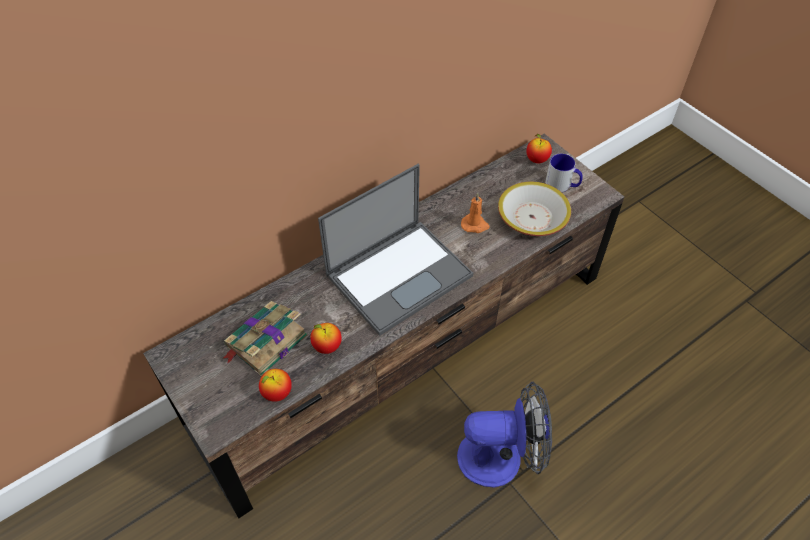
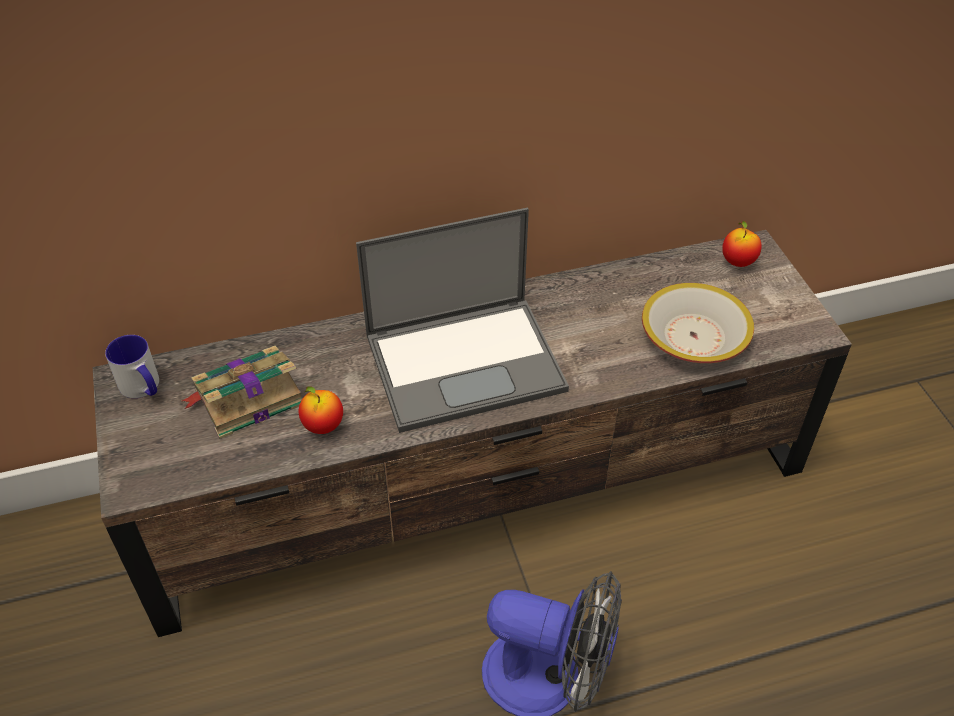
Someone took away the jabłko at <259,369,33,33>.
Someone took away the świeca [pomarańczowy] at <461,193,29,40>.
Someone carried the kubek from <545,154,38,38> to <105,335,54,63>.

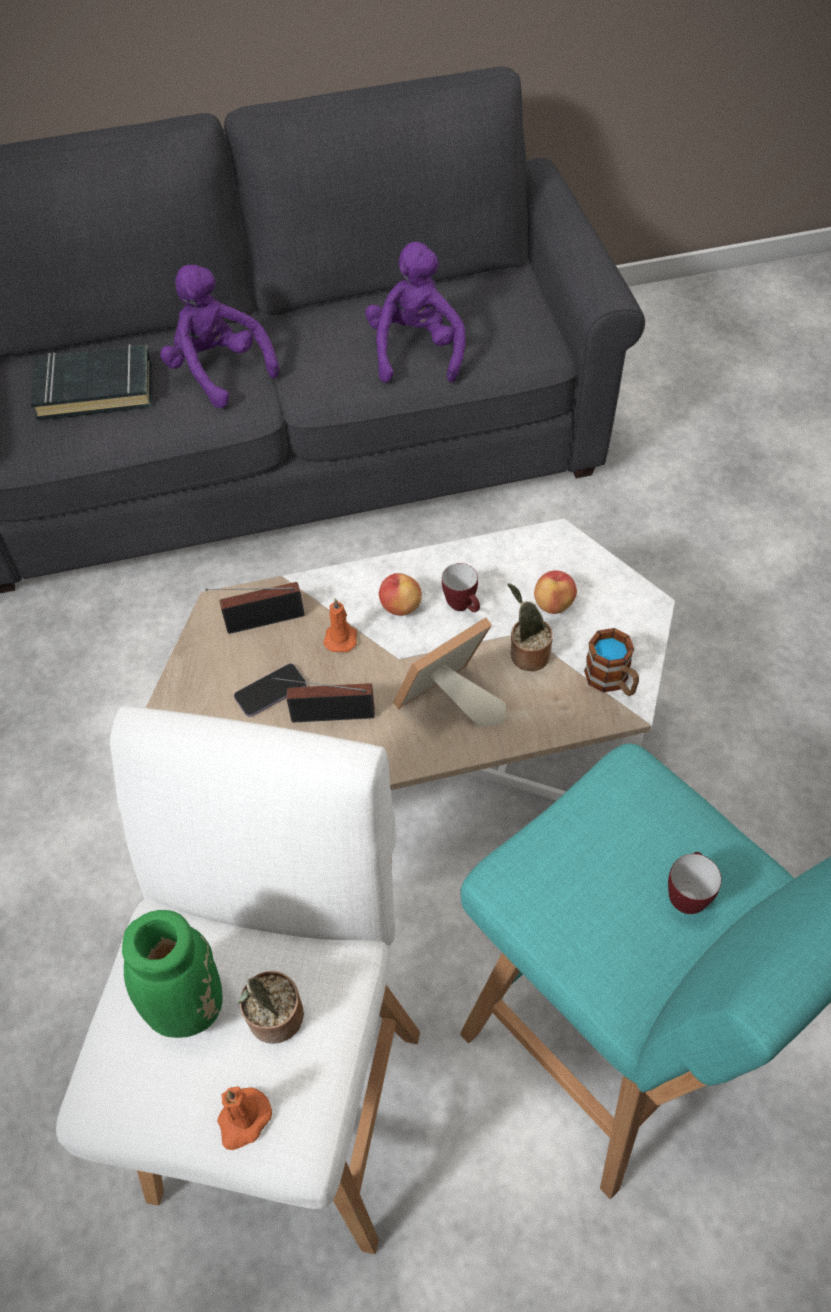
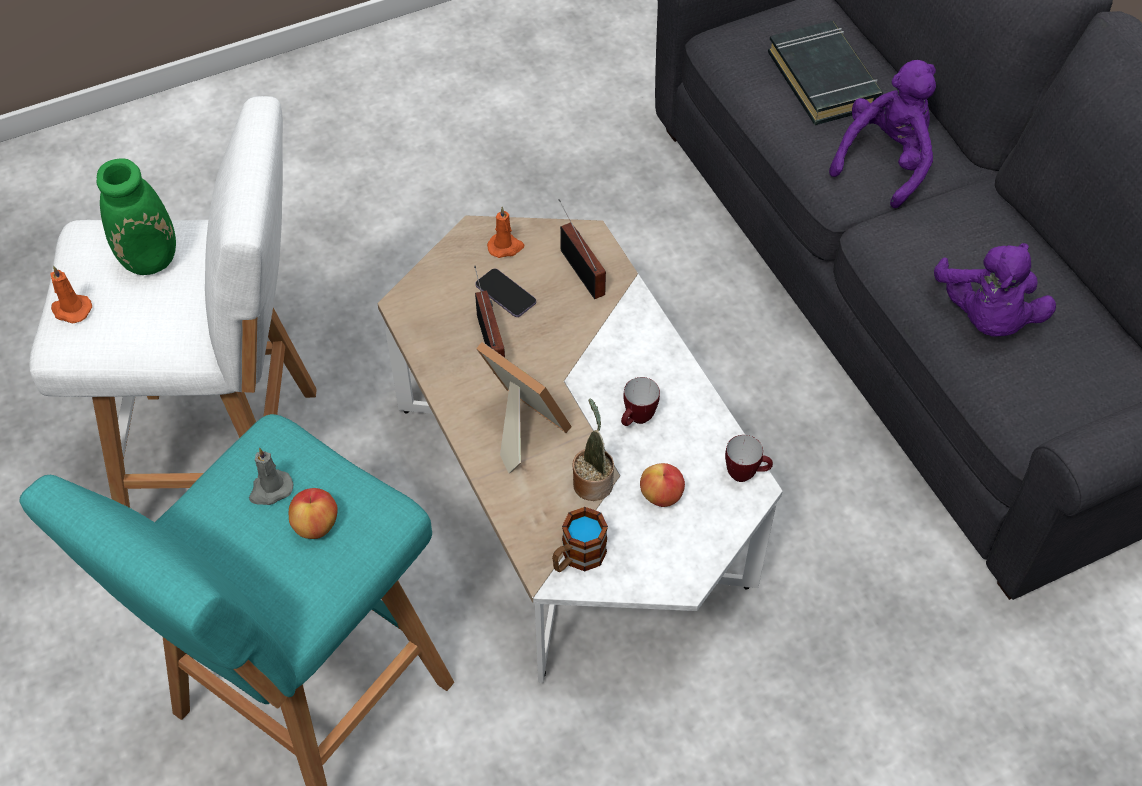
Someone took away the roślina doniczkowa at <237,971,67,72>.
Someone carried the świeca [pomarańczowy] from <323,598,34,54> to <487,206,37,52>.
Someone rotated the pluszak [fioletowy] at <365,242,100,141> by 105 degrees clockwise.
Someone carried the jabłko from <379,573,43,43> to <289,488,49,51>.
Someone carried the kubek from <668,852,54,62> to <725,435,48,47>.
Someone put down the świeca [szary] at <249,448,45,57>.

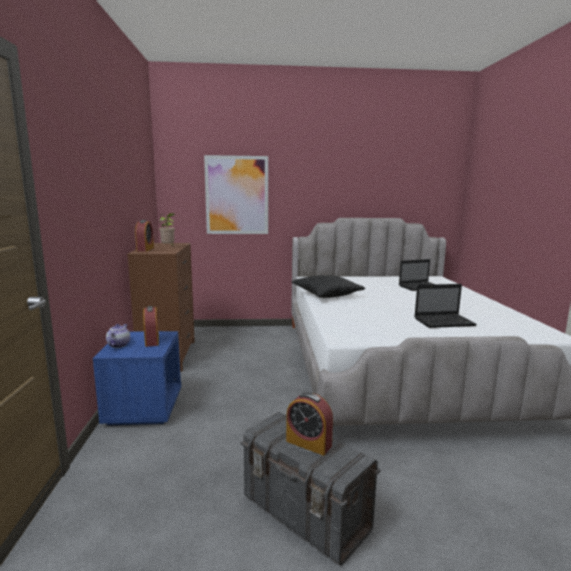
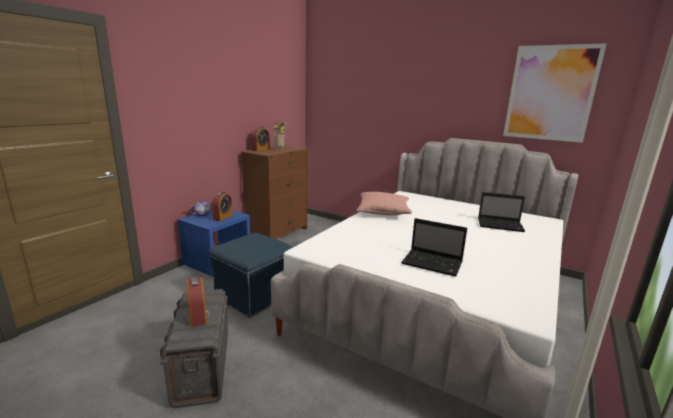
Someone carried the obraz from <204,155,64,79> to <503,43,104,100>.
Someone repainted the poduszka [czarny] at <292,275,73,23>, which became the poduszka [różowy] at <356,192,56,24>.
Someone put down the pufa [niebieski] at <209,233,84,85>.

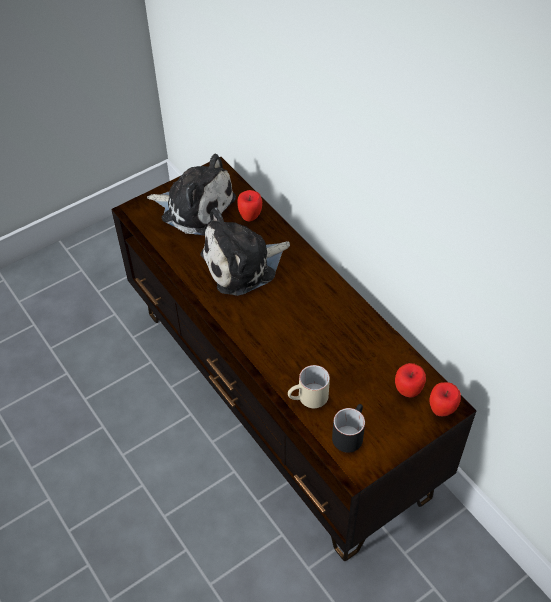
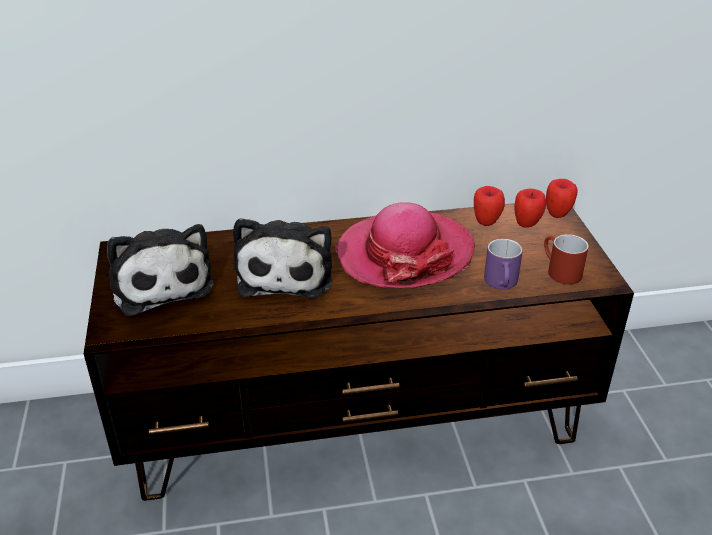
Someone rotated the pluszak at <147,154,89,82> by 105 degrees clockwise.
Someone carried the jabłko from <237,190,25,31> to <474,186,31,40>.
Someone repainted the kubek [beżowy] at <288,365,42,43>, which became the kubek [fioletowy] at <484,239,39,50>.
Someone repainted the kubek [czarny] at <332,404,33,49>, which became the kubek [czerwony] at <544,234,45,51>.
Someone put down the kapelusz at <335,202,140,86>.

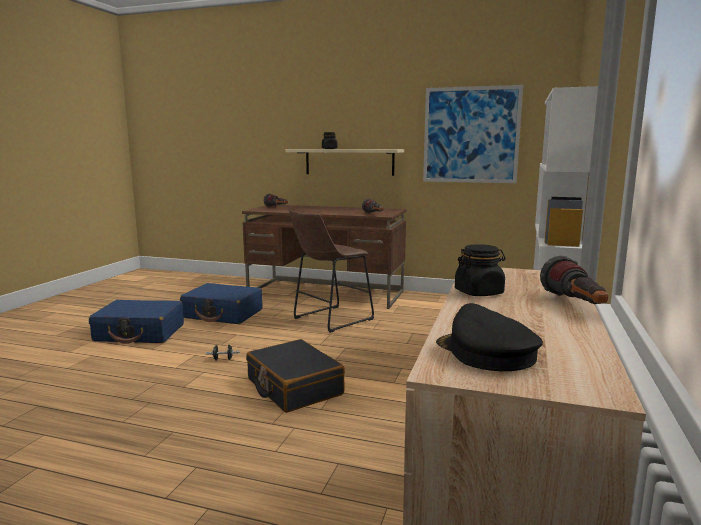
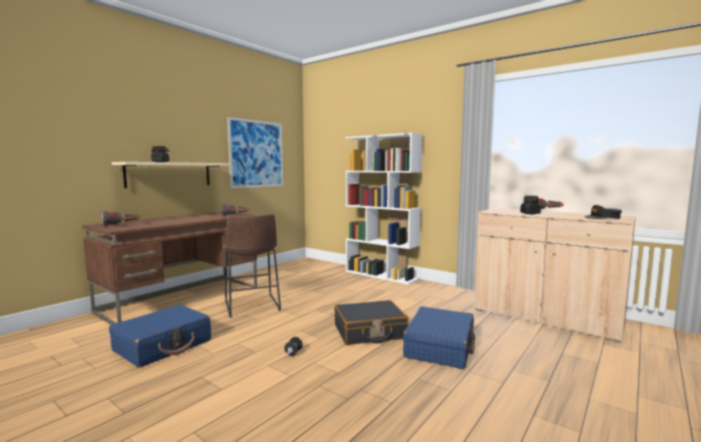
Someone carried the walizka [niebieski] from <89,300,95,44> to <403,306,72,63>.

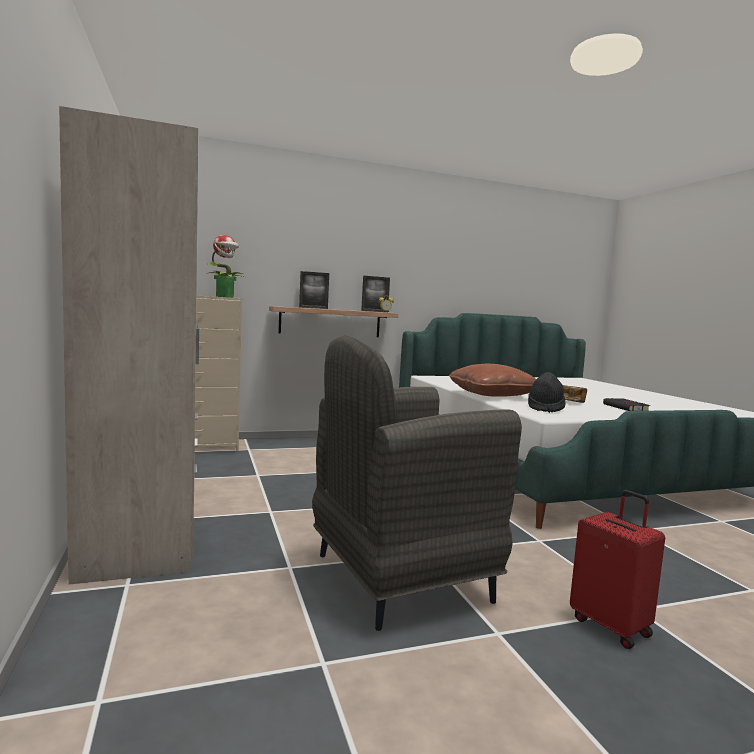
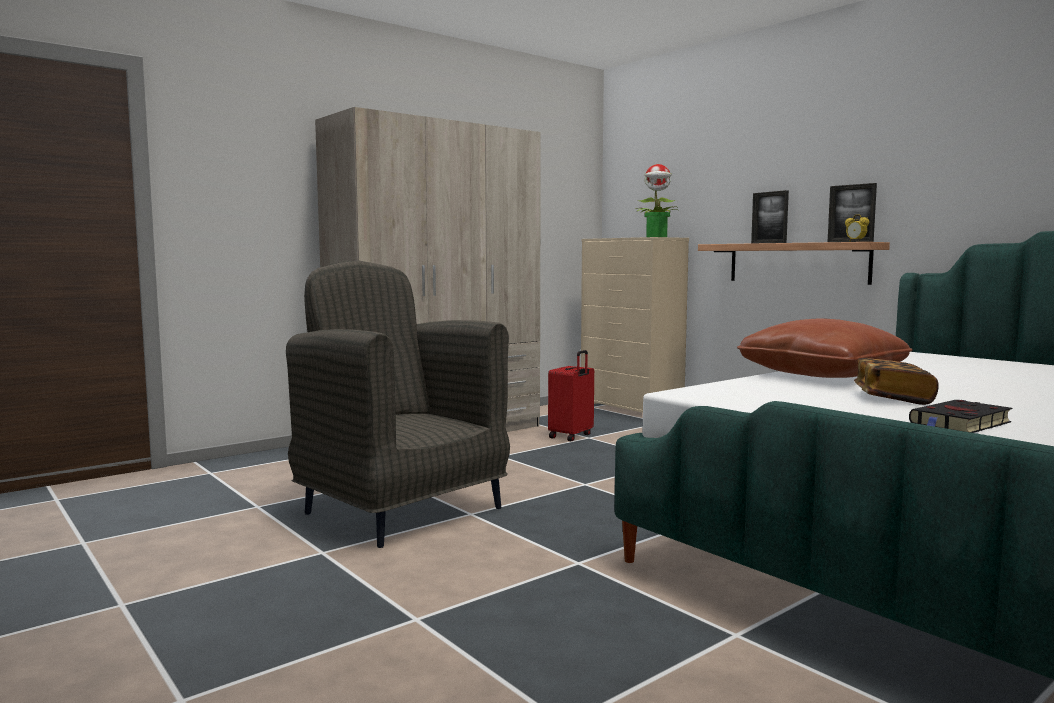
Someone took away the kapelusz [czarny] at <528,372,37,41>.
Someone carried the walizka [czerwony] from <570,490,95,159> to <548,350,46,91>.

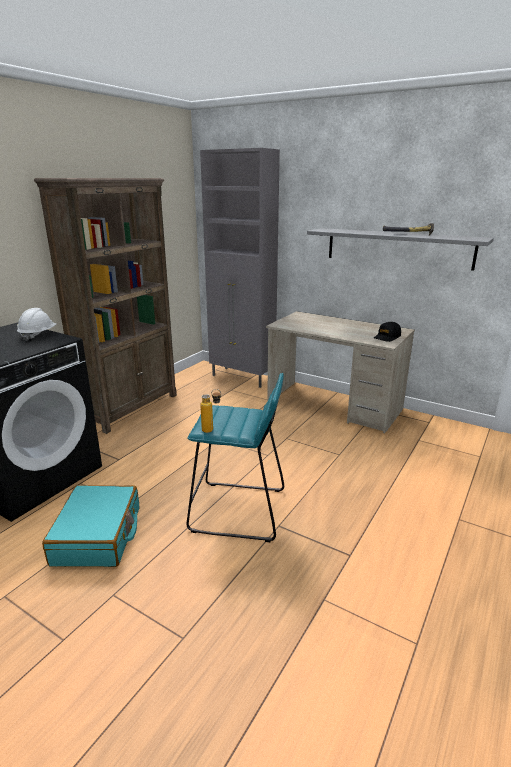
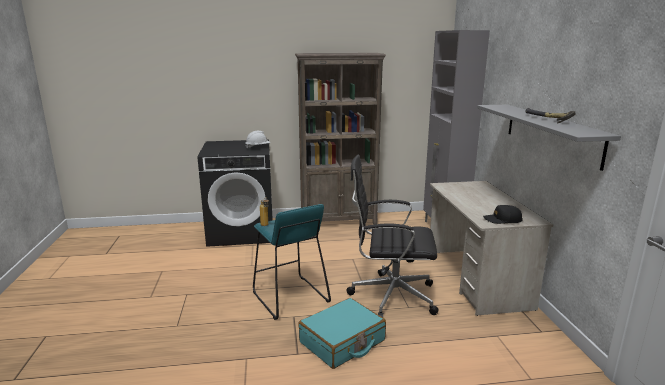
Someone carried the walizka [turkusowy] from <42,485,97,82> to <298,298,88,71>.
Someone put down the krzesło biurowe [czarny] at <346,155,93,162>.

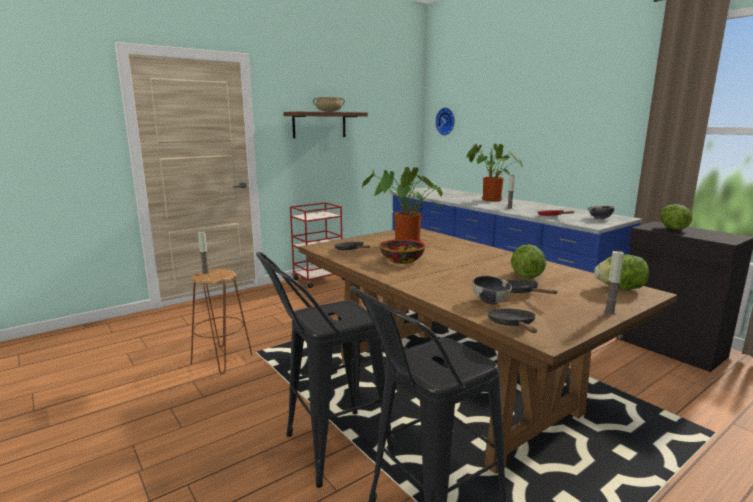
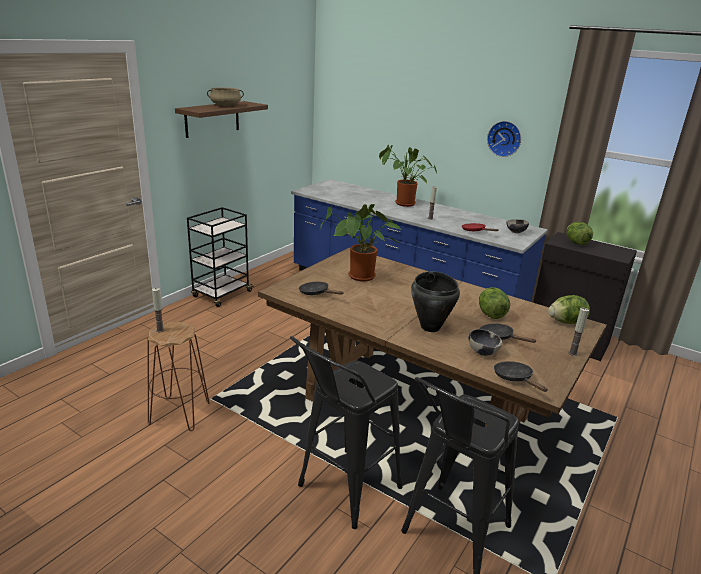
Someone repainted the wózek [czerwony] at <290,202,55,86>, which became the wózek [czarny] at <187,207,67,100>.
Someone took away the miska at <380,239,45,25>.
Someone carried the zegar ścienny from <435,107,20,29> to <487,121,34,36>.
Someone put down the garnek [czarny] at <411,271,49,61>.

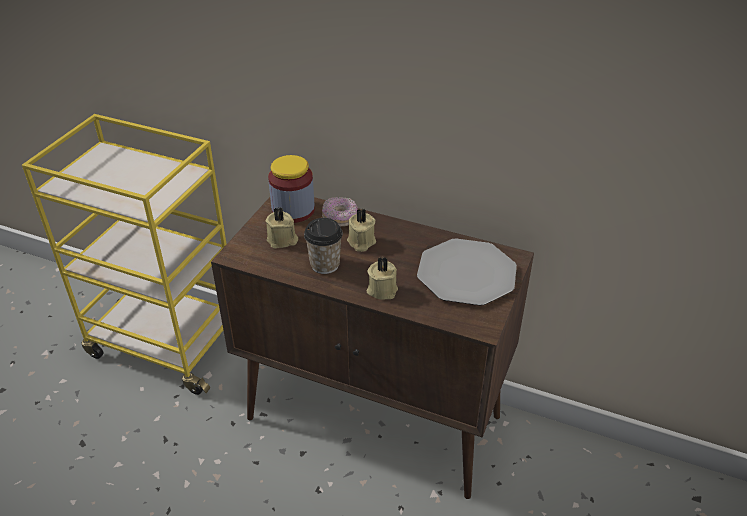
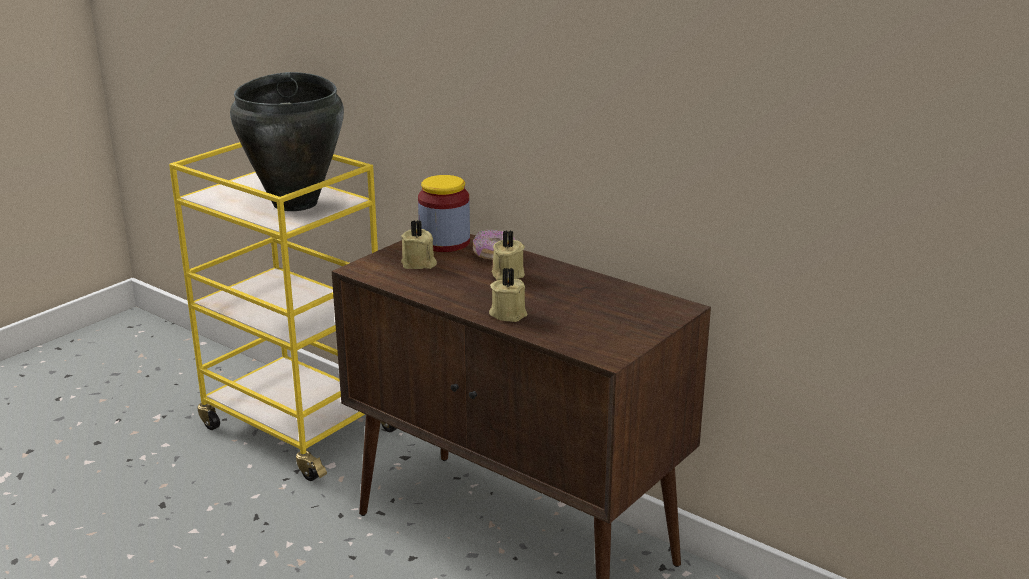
Someone took away the filiżanka at <304,218,39,56>.
Someone took away the talerz at <417,239,100,67>.
Someone put down the garnek [czarny] at <230,72,114,139>.

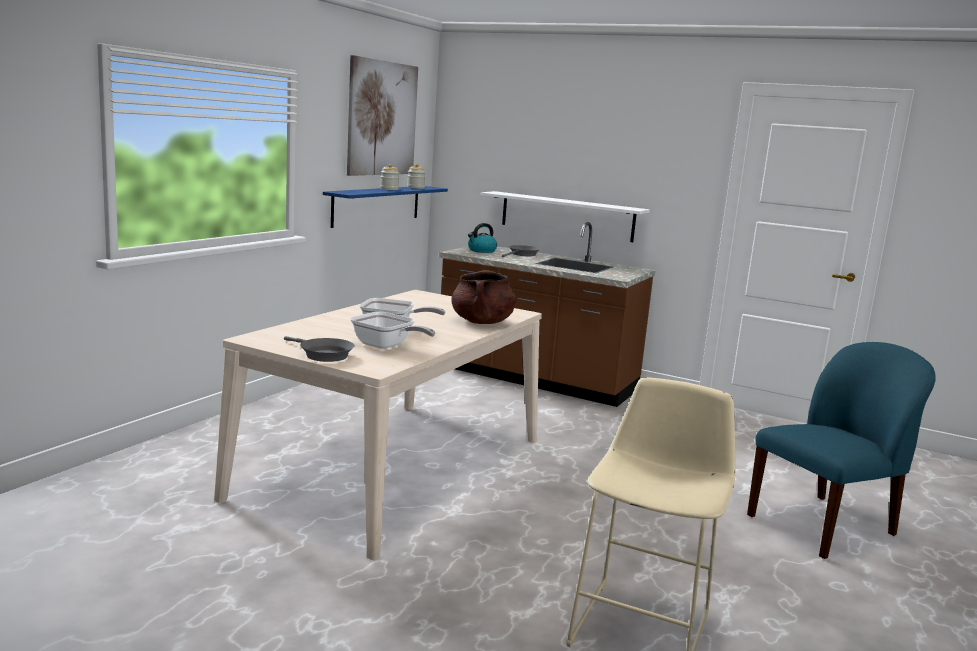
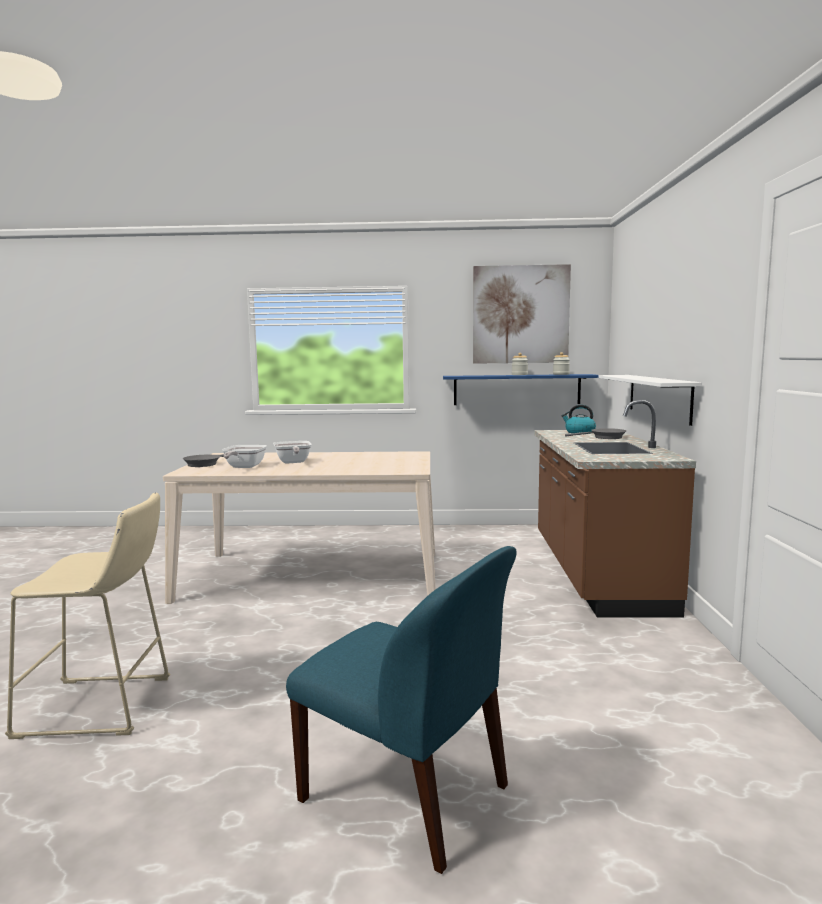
Someone took away the garnek [brązowy] at <452,270,64,54>.

